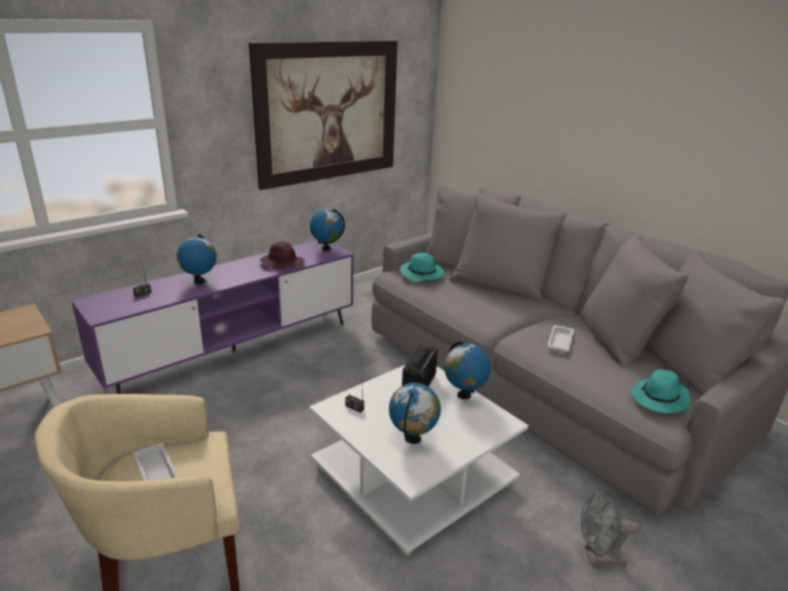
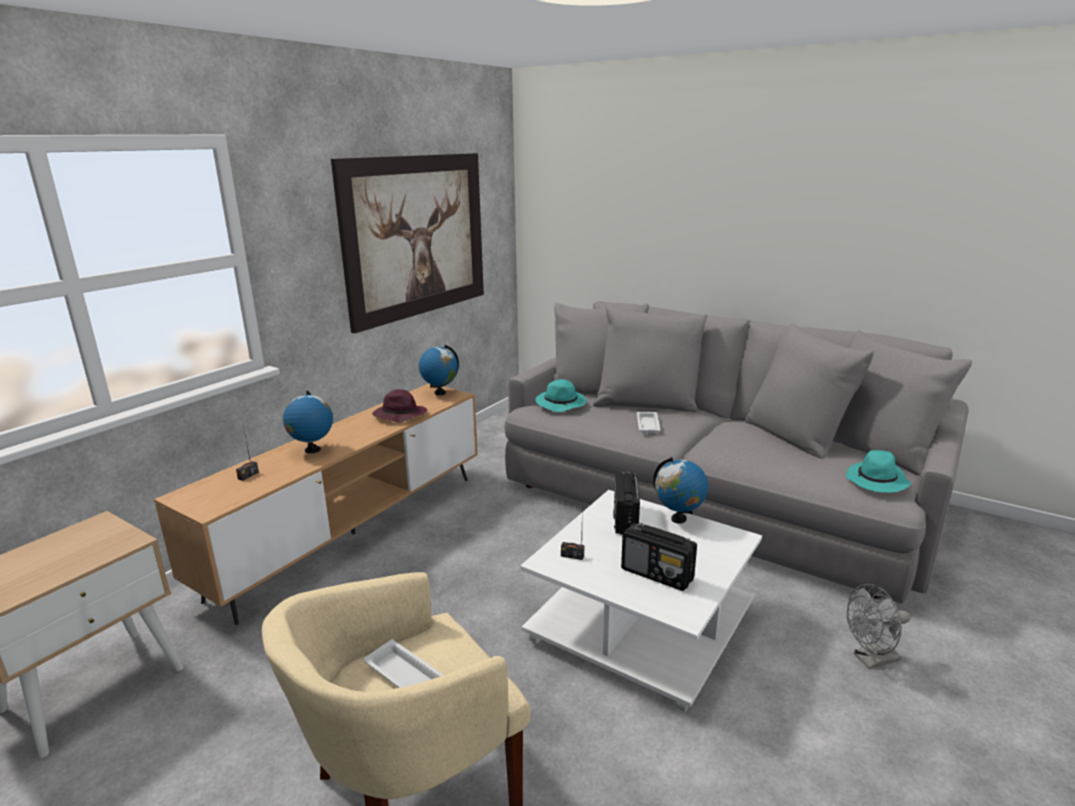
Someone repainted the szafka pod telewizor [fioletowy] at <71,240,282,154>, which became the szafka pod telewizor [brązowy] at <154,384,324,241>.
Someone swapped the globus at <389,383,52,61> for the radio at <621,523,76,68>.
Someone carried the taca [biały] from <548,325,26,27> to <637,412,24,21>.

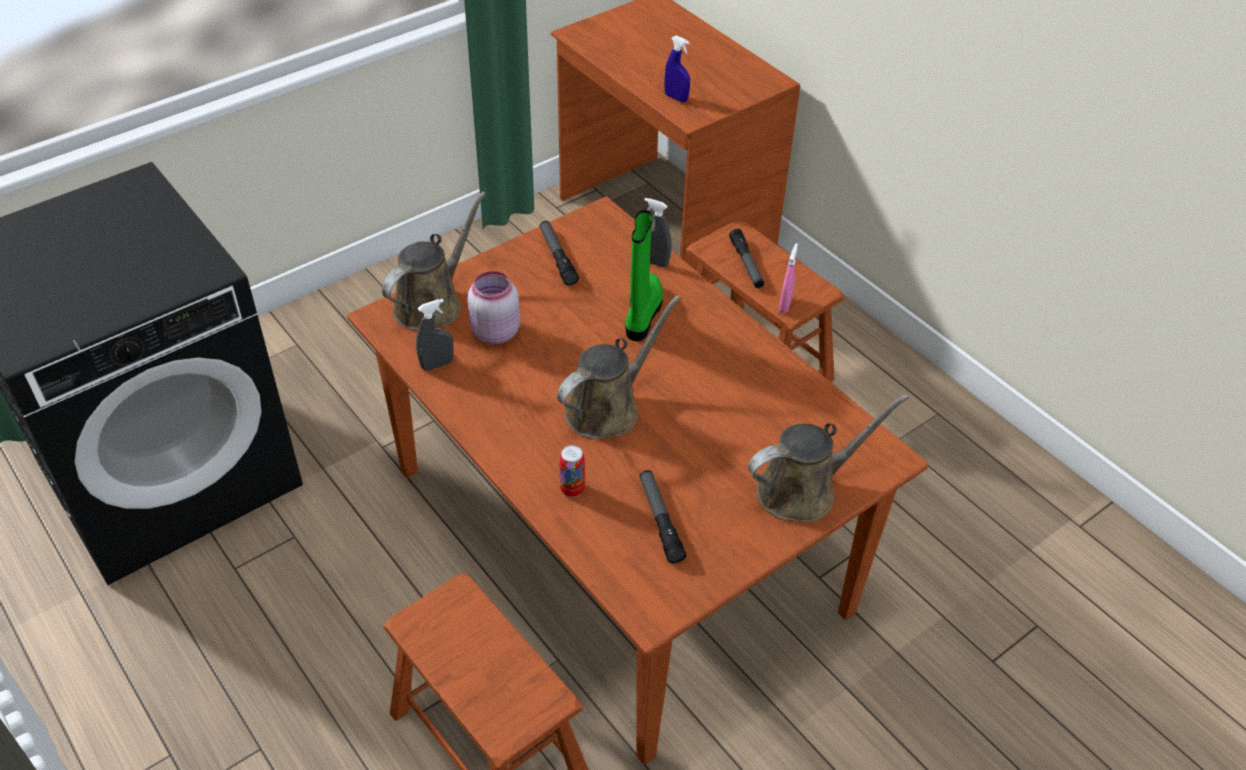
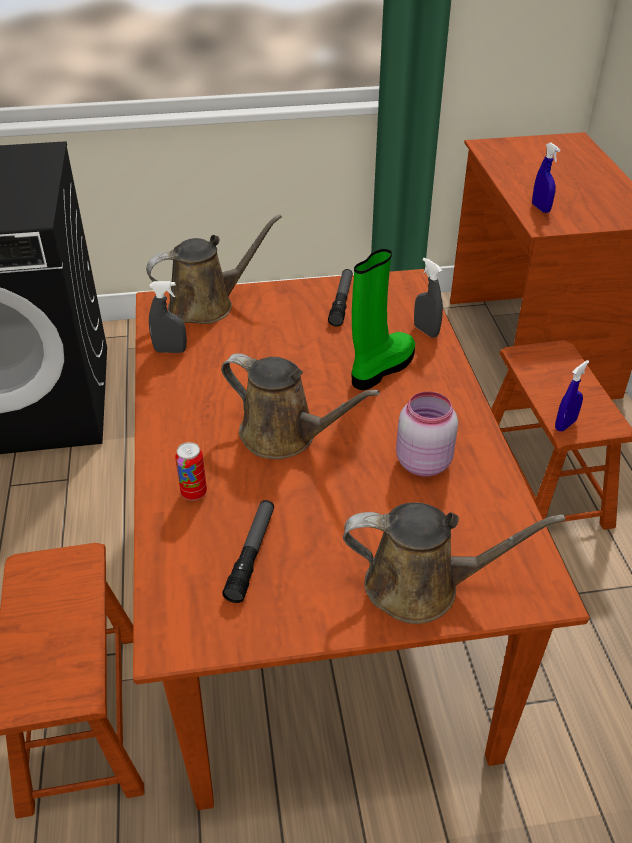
Someone carried the słoik [różowy] from <467,271,53,73> to <396,391,62,86>.
Someone rotated the konewka [brązowy] at <557,295,124,144> by 45 degrees clockwise.
Someone took away the latarka at <729,229,35,59>.
Someone repainted the spryskiwacz [różowy] at <779,243,19,70>, which became the spryskiwacz [niebieski] at <555,360,34,72>.

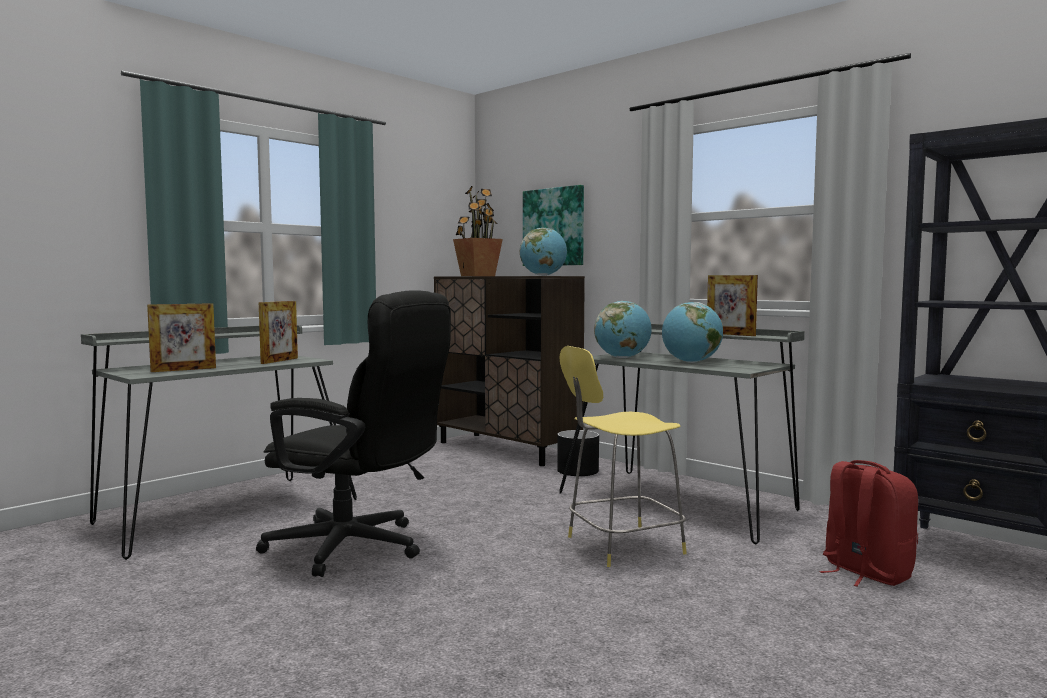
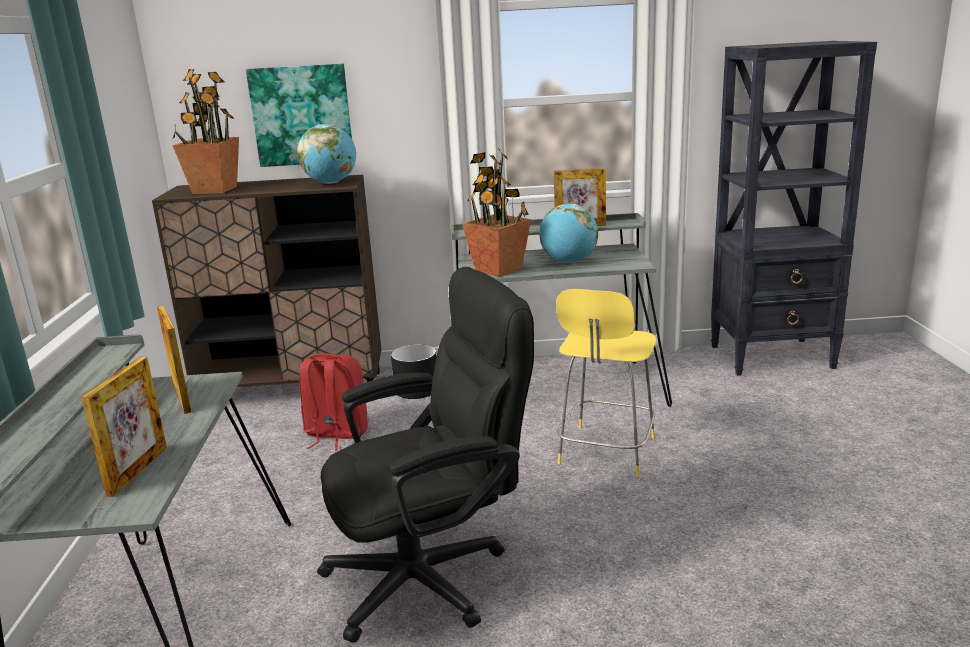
Someone swapped the globus at <594,301,58,57> for the roślina doniczkowa at <462,148,69,129>.
Someone carried the plecak [czerwony] from <819,460,99,126> to <299,353,69,98>.

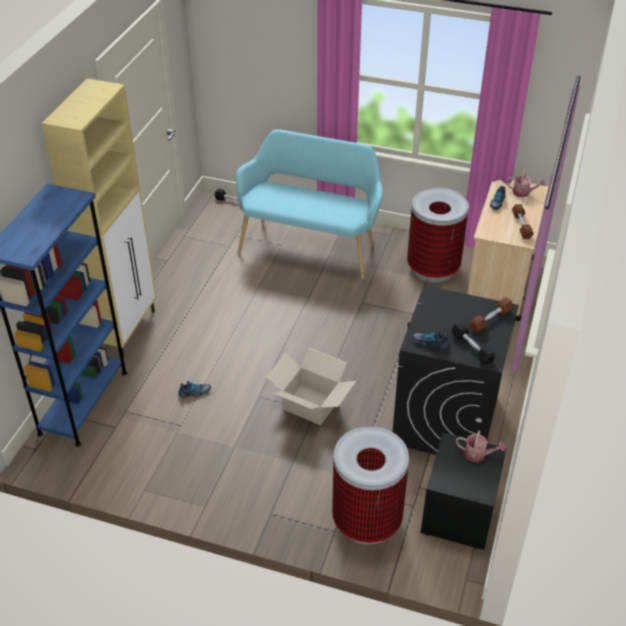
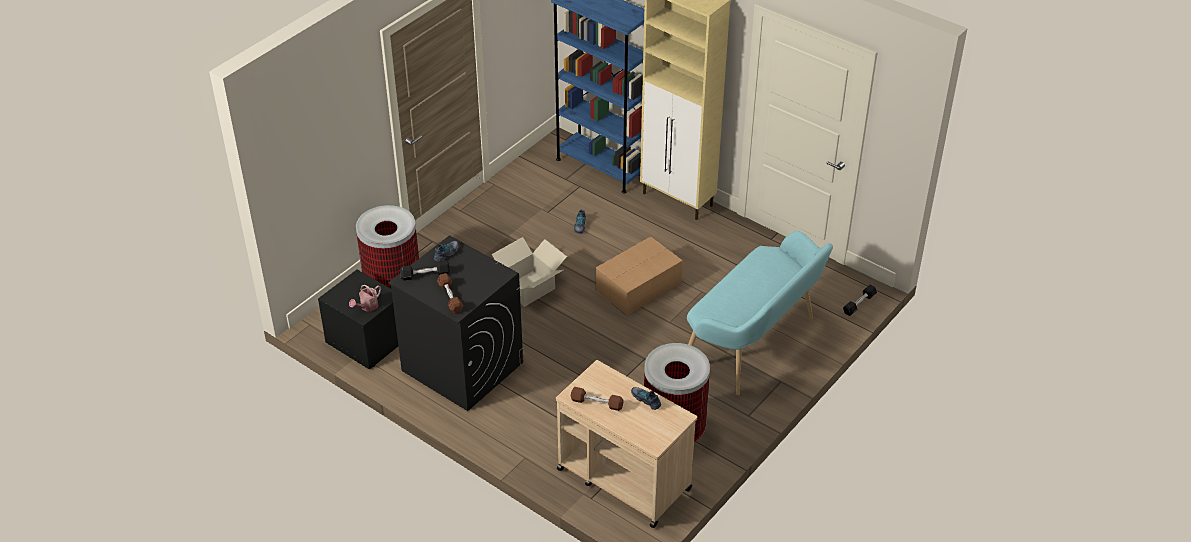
Someone took away the konewka at <506,171,40,26>.
Someone put down the karton at <596,237,87,79>.

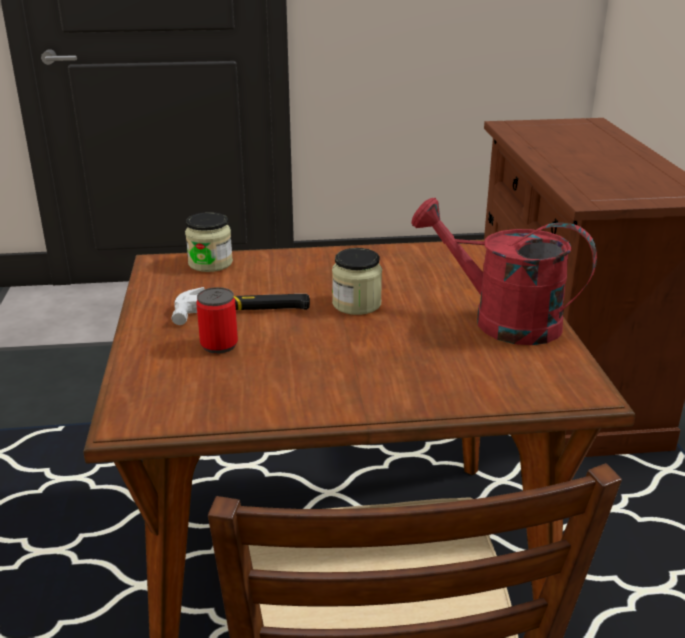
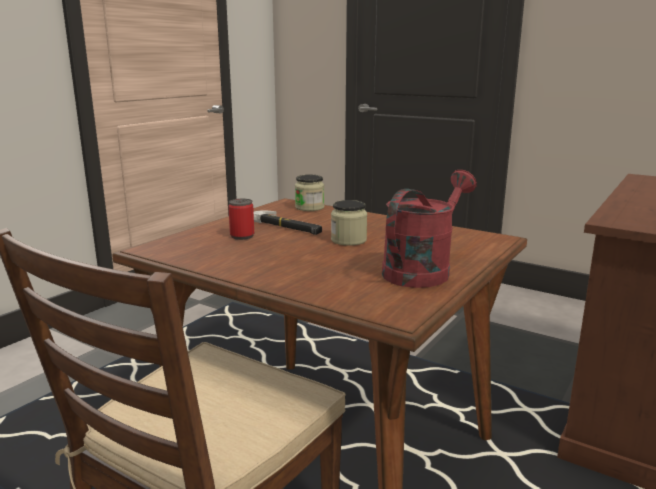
Someone rotated the konewka [czerwony] at <411,198,186,147> by 60 degrees clockwise.

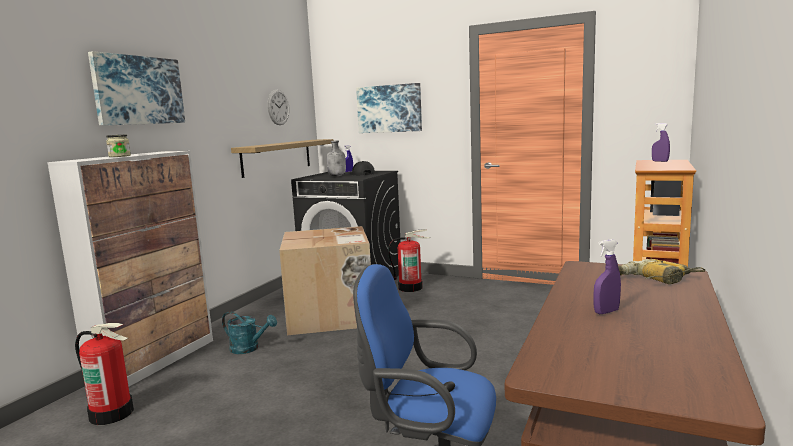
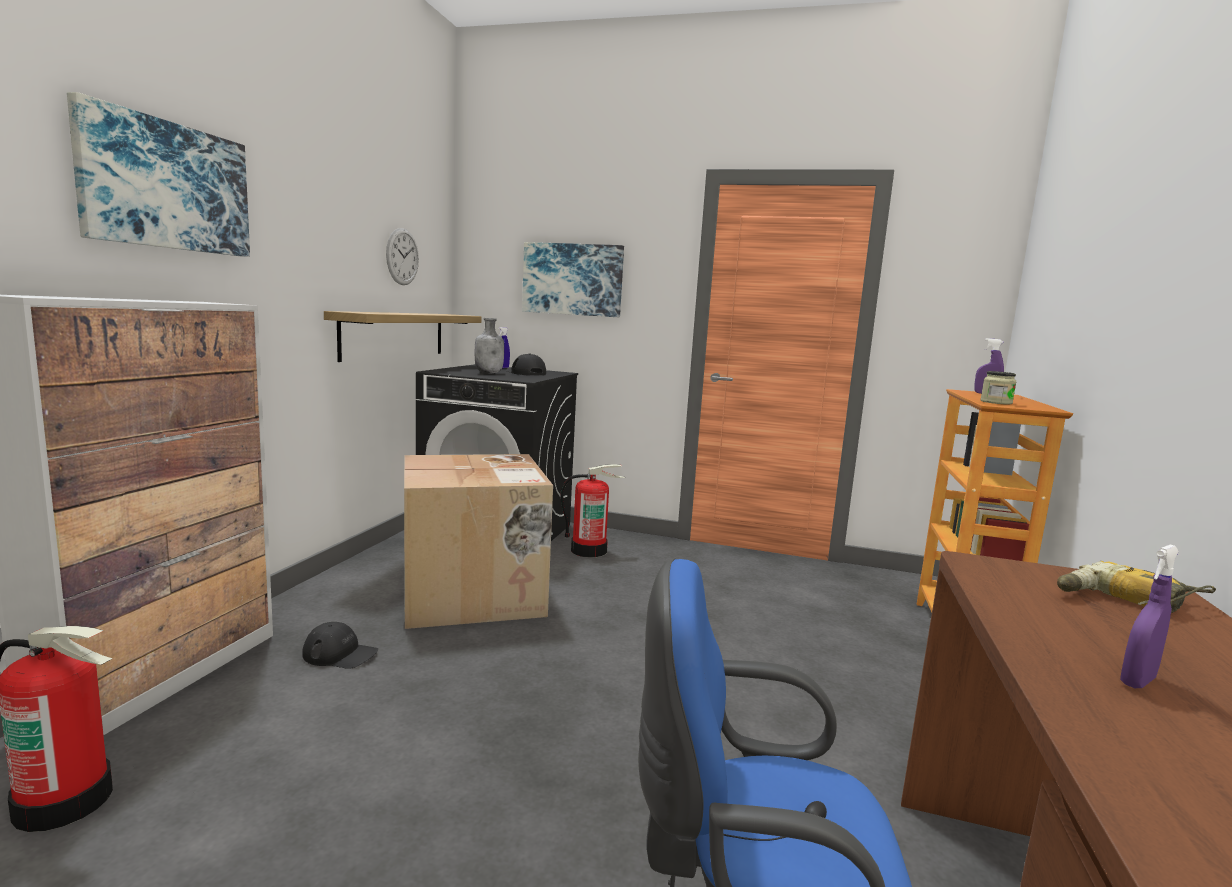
Someone carried the słoik from <106,134,25,23> to <980,371,37,34>.
Someone swapped the konewka [turkusowy] at <222,311,55,43> for the czapka z daszkiem [czarny] at <302,622,76,47>.

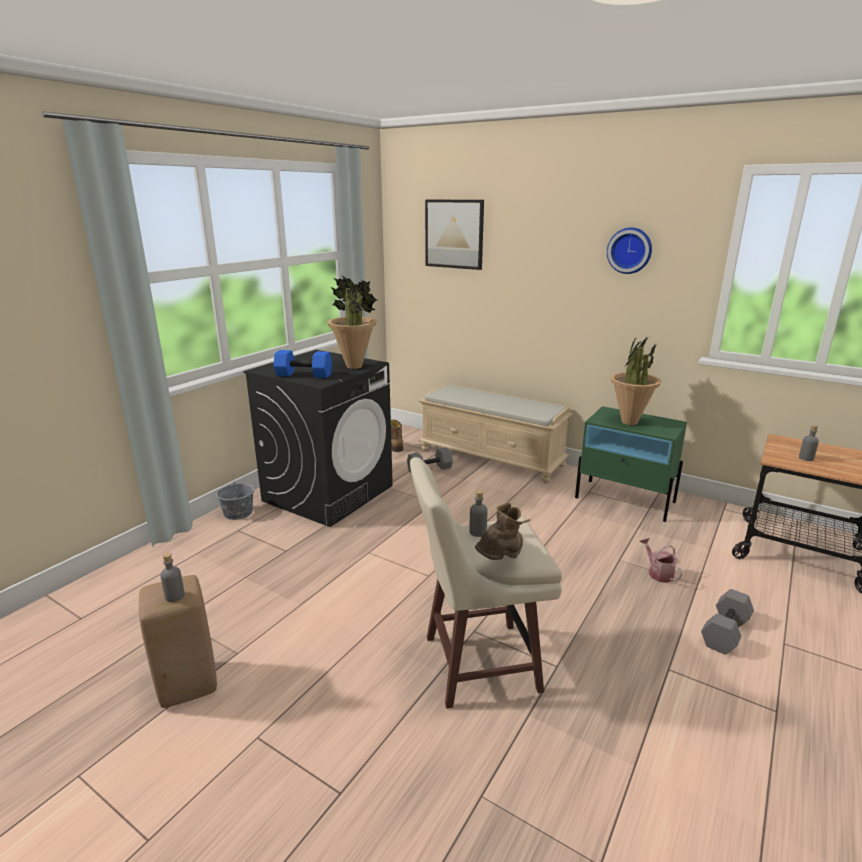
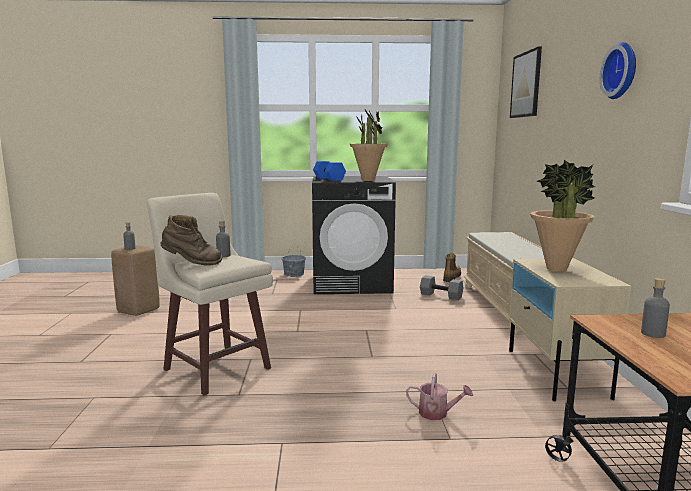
Someone repainted the szafka nocna [zielony] at <575,406,112,116>, which became the szafka nocna [beżowy] at <509,258,123,143>.
Someone rotated the konewka at <640,538,42,45> by 75 degrees clockwise.
Someone took away the hantel [szary] at <701,589,53,66>.

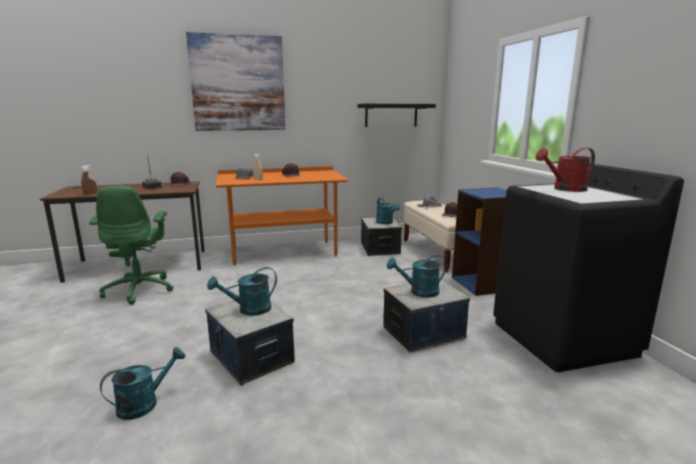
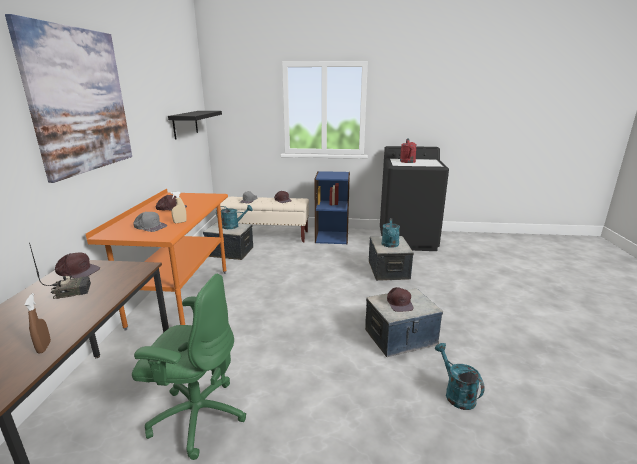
Someone swapped the konewka [turkusowy] at <207,267,70,49> for the czapka z daszkiem [brązowy] at <387,287,27,25>.

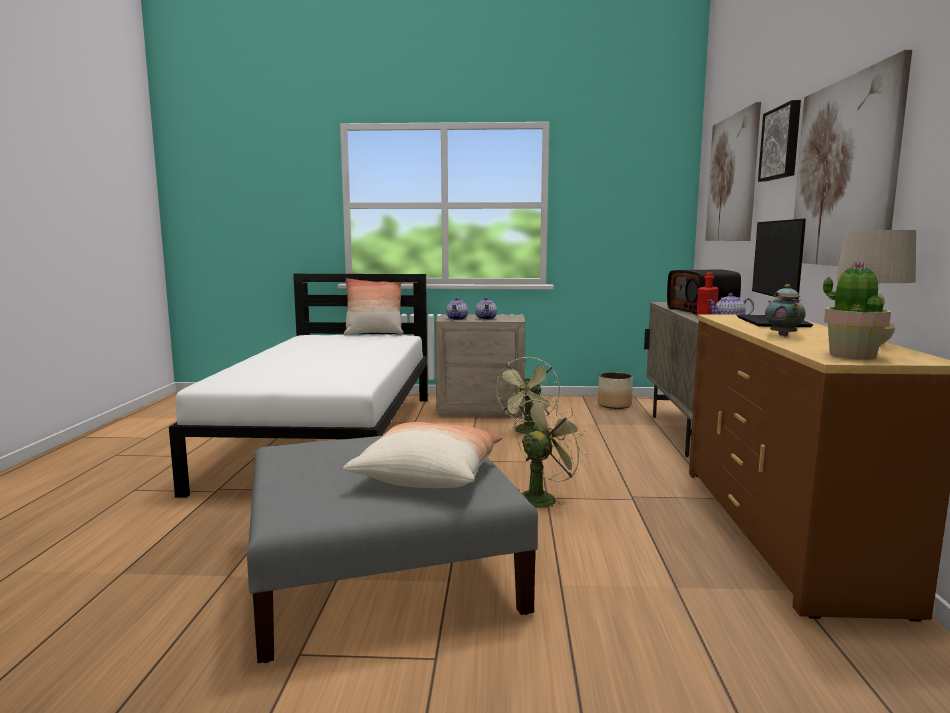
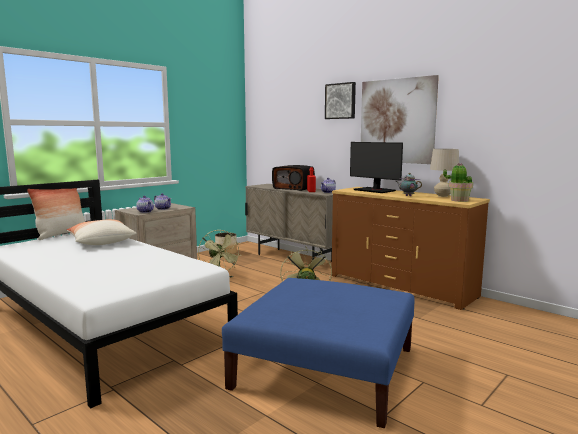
Someone repainted the pufa [szary] at <247,436,291,227>, which became the pufa [niebieski] at <222,278,193,150>.
Someone carried the poduszka from <343,422,160,66> to <67,219,69,26>.
Someone took away the obraz at <705,102,56,139>.

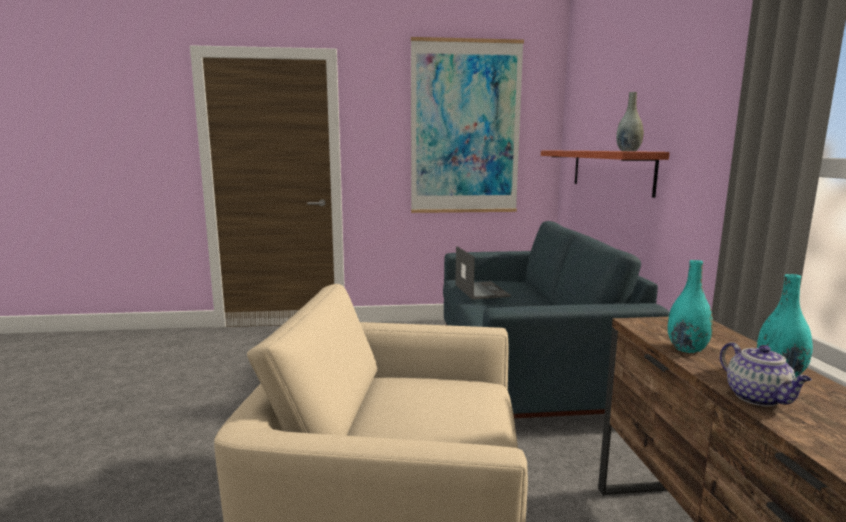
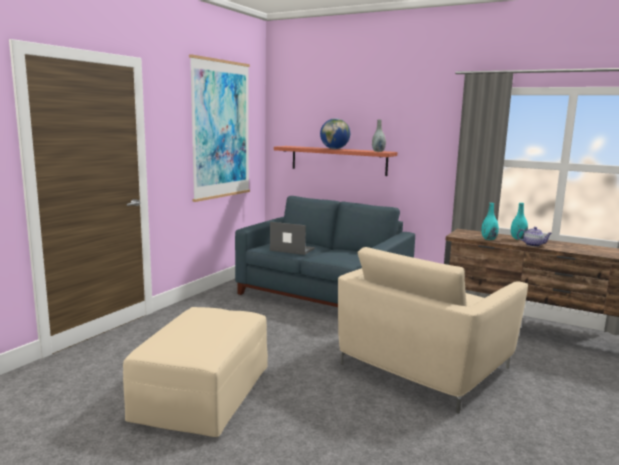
Someone put down the pufa [beżowy] at <123,307,145,130>.
Someone put down the globus at <320,118,30,31>.

